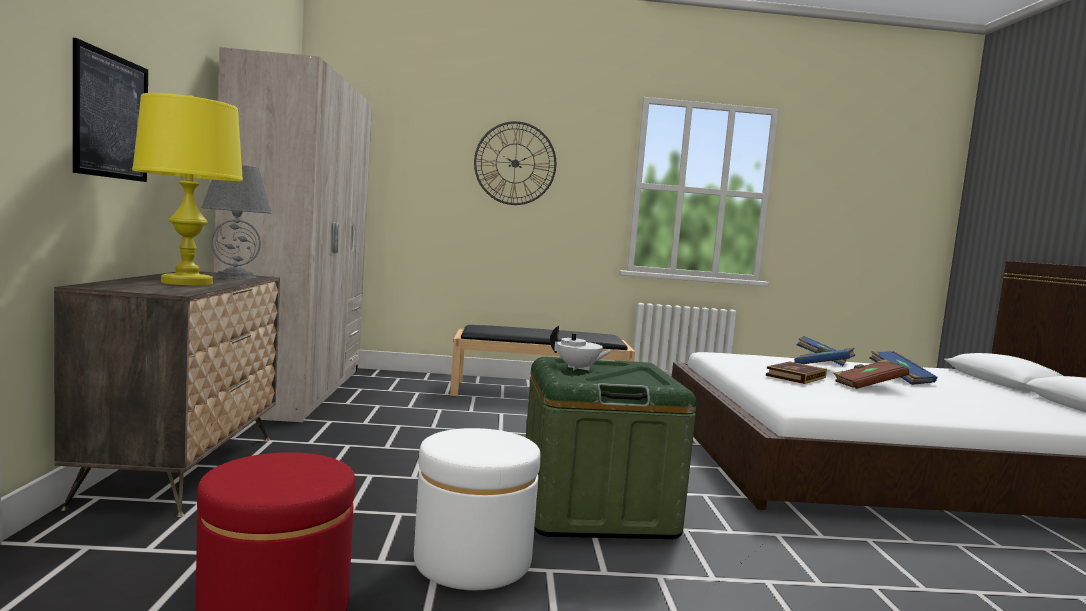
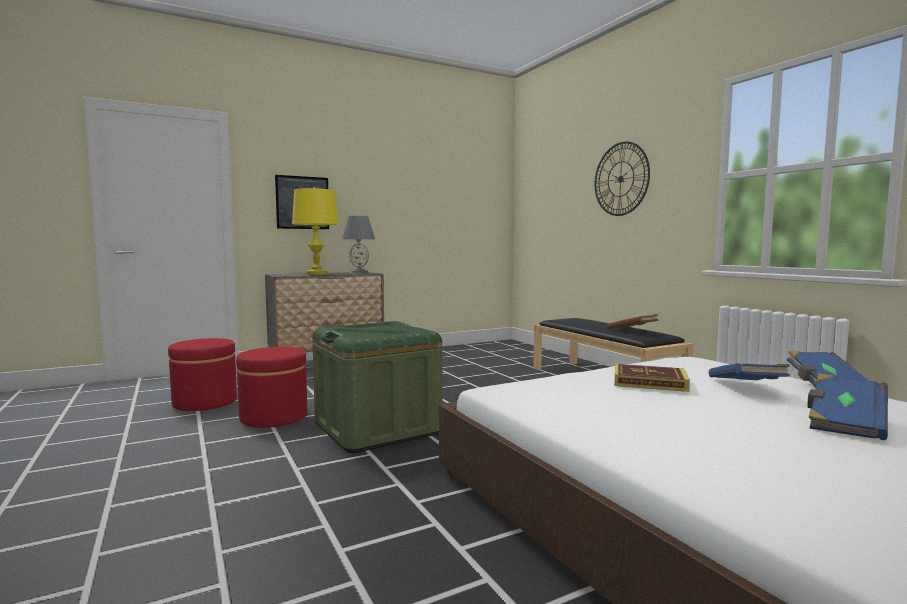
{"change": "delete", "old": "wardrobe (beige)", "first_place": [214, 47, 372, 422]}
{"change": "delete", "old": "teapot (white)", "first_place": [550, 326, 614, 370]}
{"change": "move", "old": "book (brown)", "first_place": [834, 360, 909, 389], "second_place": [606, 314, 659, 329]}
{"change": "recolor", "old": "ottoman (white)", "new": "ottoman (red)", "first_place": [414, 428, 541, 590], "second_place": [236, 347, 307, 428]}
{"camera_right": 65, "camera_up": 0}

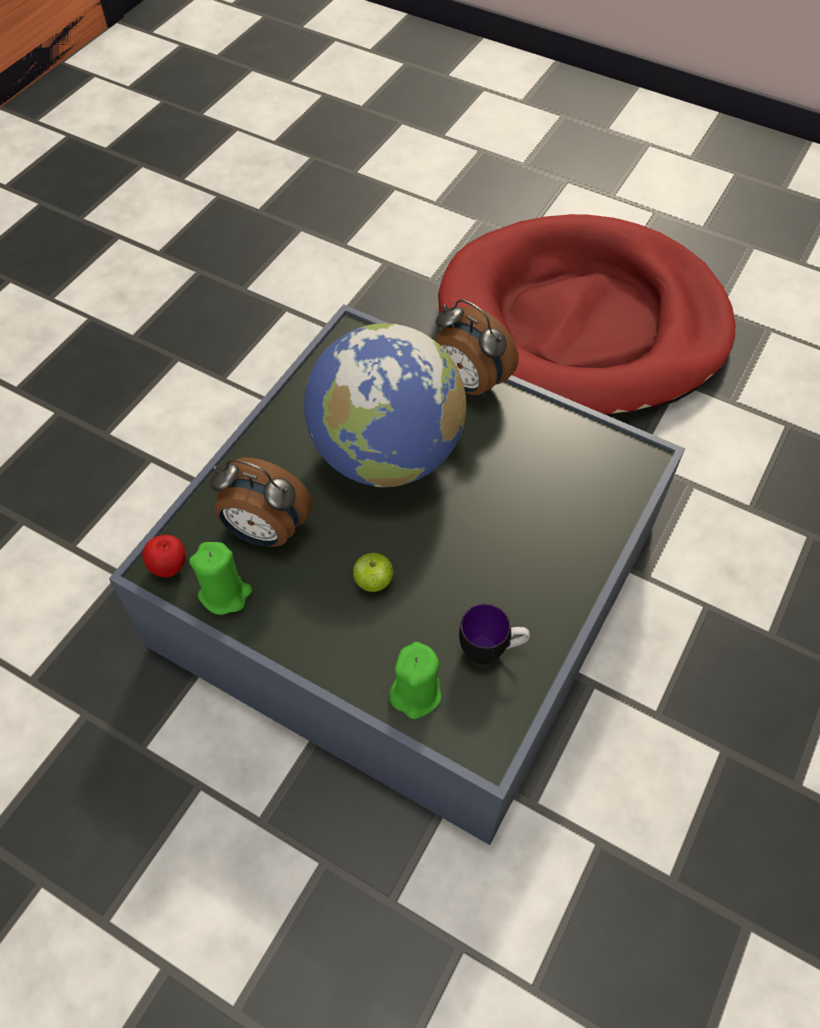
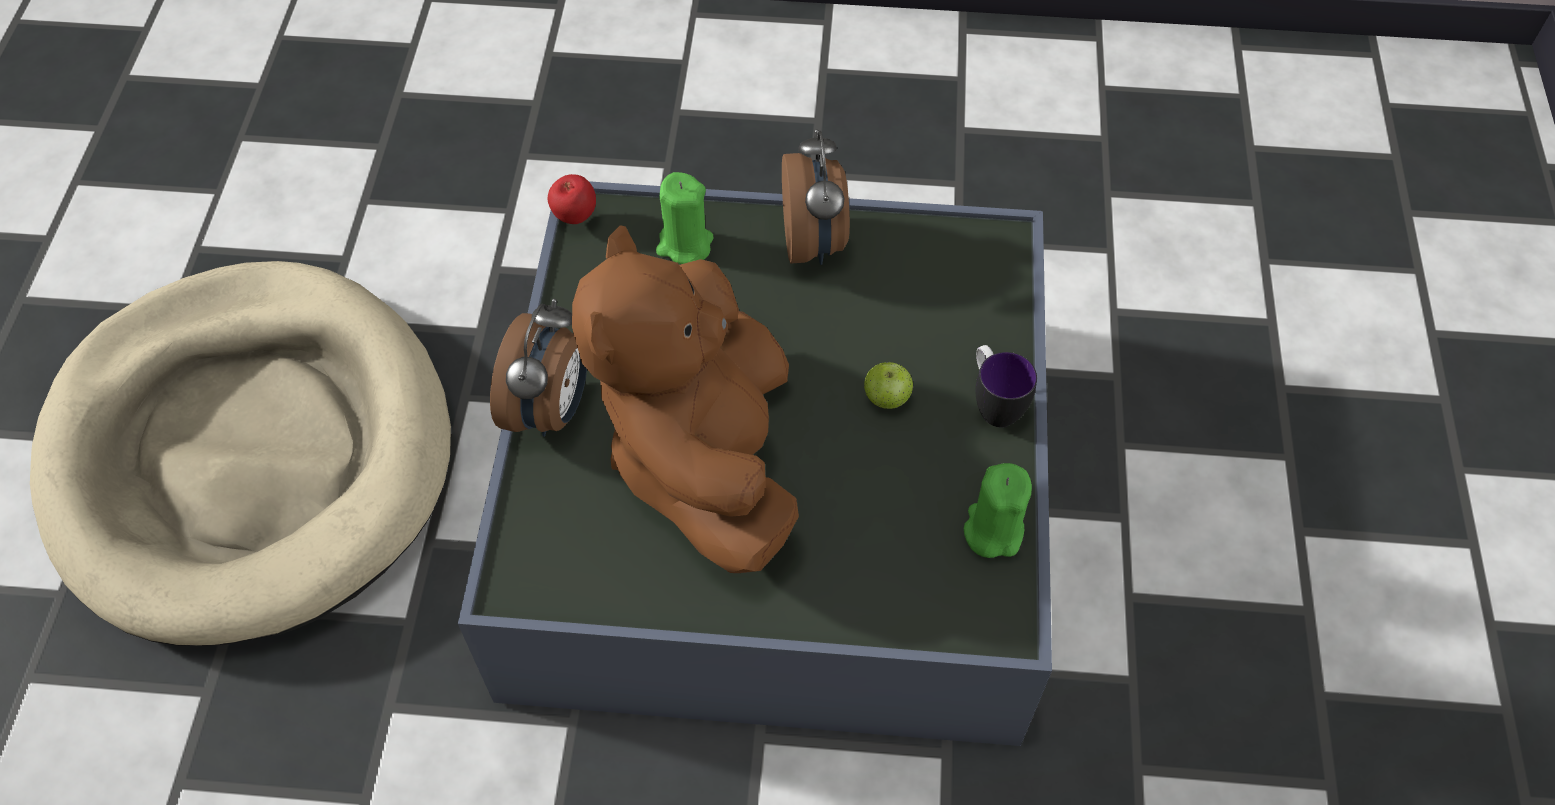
{"change": "move", "old": "apple", "first_place": [142, 535, 186, 577], "second_place": [548, 174, 596, 224]}
{"change": "move", "old": "alarm clock", "first_place": [210, 458, 313, 547], "second_place": [782, 129, 850, 265]}
{"change": "move", "old": "candle (green)", "first_place": [389, 642, 441, 719], "second_place": [656, 172, 714, 264]}
{"change": "move", "old": "mug", "first_place": [459, 604, 530, 665], "second_place": [975, 345, 1037, 427]}
{"change": "replace", "old": "globe", "new": "plush toy (brown)", "first_place": [304, 323, 466, 487], "second_place": [572, 225, 799, 573]}
{"change": "recolor", "old": "dog bed (red)", "new": "dog bed (beige)", "first_place": [438, 214, 735, 417], "second_place": [30, 261, 451, 646]}
{"camera_right": -115, "camera_up": 0}

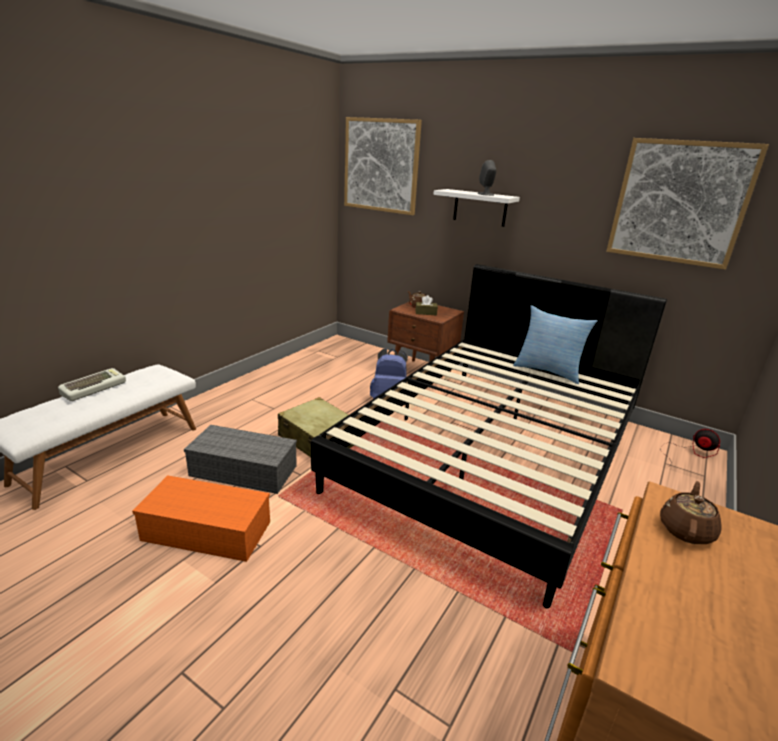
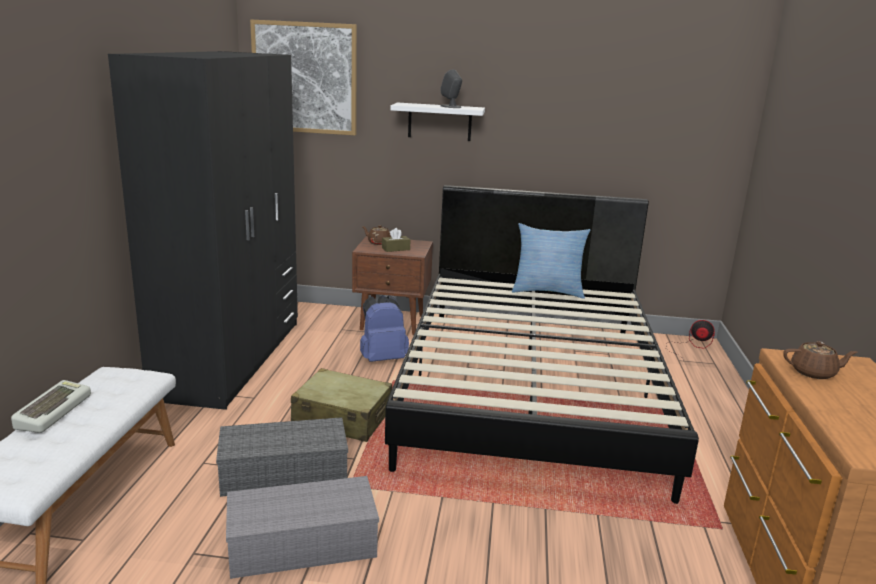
{"change": "delete", "old": "picture", "first_place": [606, 138, 769, 270]}
{"change": "insert", "new": "wardrobe (black)", "second_place": [108, 51, 298, 410]}
{"change": "recolor", "old": "storage box (orange)", "new": "storage box (grey)", "first_place": [132, 475, 270, 562], "second_place": [226, 476, 379, 579]}
{"change": "rotate", "old": "teapot (brown)", "first_place": [660, 481, 722, 544], "second_place": [783, 341, 858, 379], "degrees": 90}
{"camera_right": -25, "camera_up": -5}

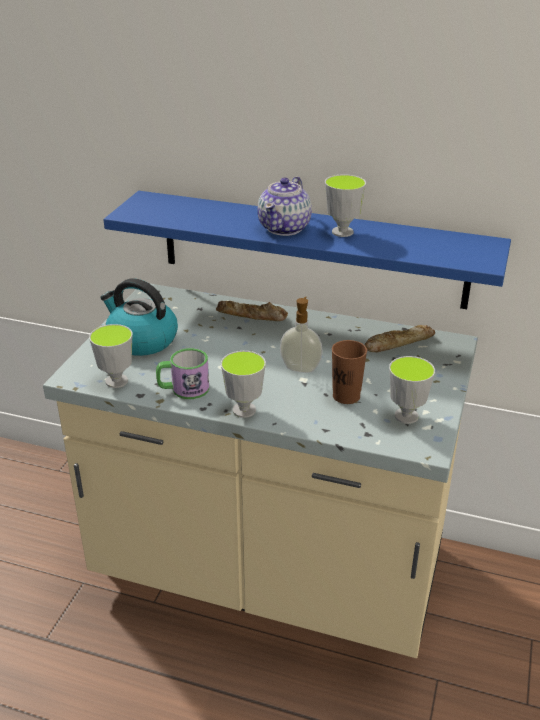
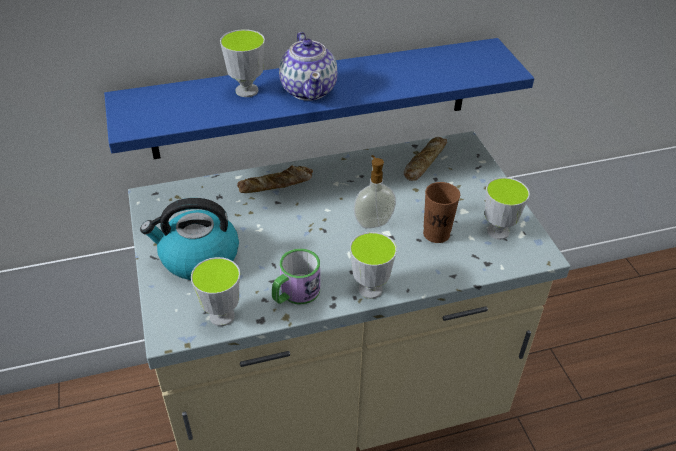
{"change": "move", "old": "cup", "first_place": [325, 174, 366, 237], "second_place": [220, 29, 265, 97]}
{"camera_right": -35, "camera_up": 10}

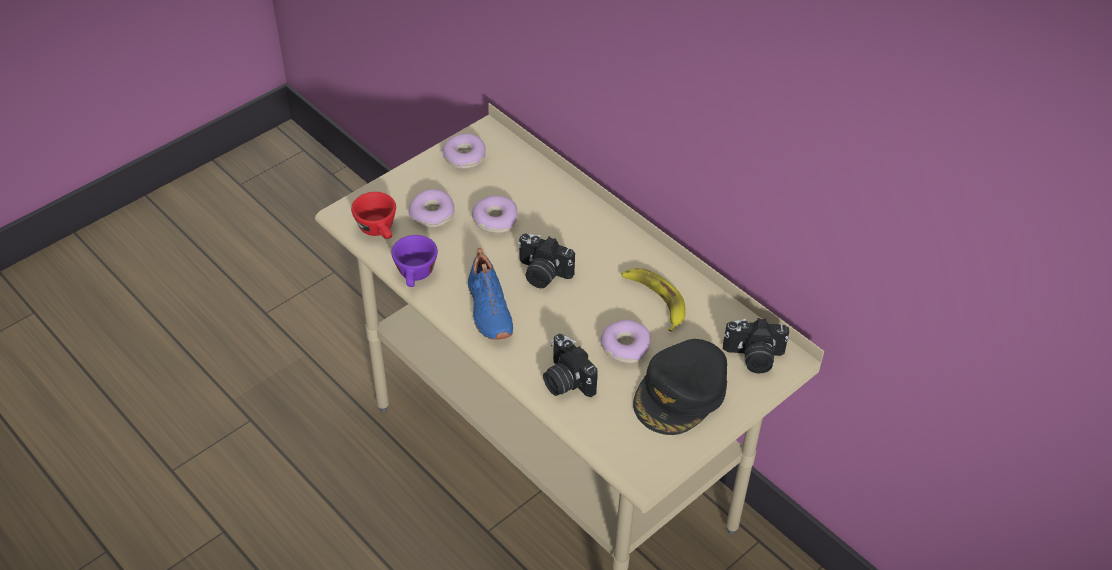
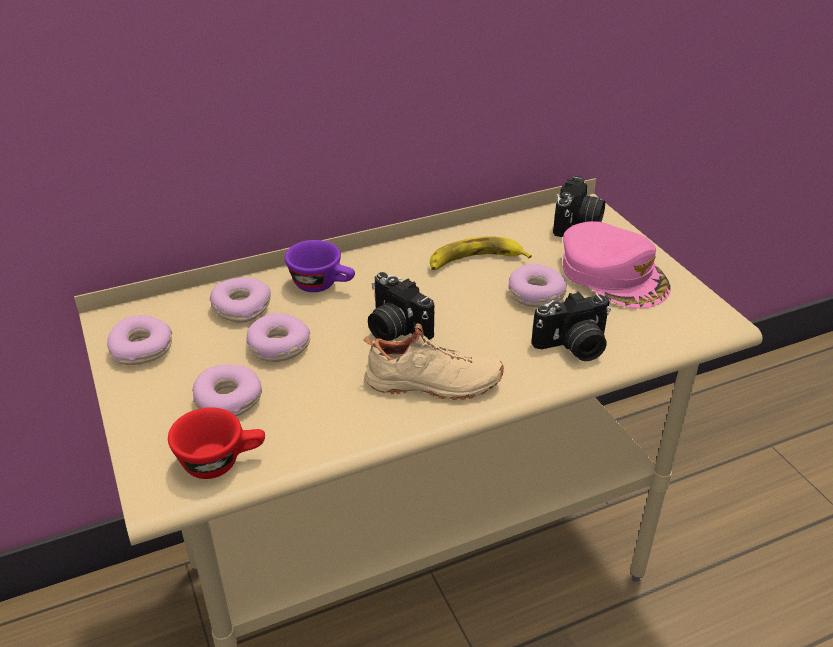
{"change": "insert", "new": "donut", "second_place": [210, 277, 271, 322]}
{"change": "move", "old": "cup (purple)", "first_place": [391, 235, 438, 287], "second_place": [285, 240, 355, 292]}
{"change": "recolor", "old": "shoe (blue)", "new": "shoe (beige)", "first_place": [468, 248, 513, 340], "second_place": [363, 324, 504, 400]}
{"change": "recolor", "old": "cap (black)", "new": "cap (pink)", "first_place": [633, 339, 727, 435], "second_place": [563, 221, 671, 309]}
{"change": "rotate", "old": "photo camera", "first_place": [517, 233, 575, 288], "second_place": [368, 272, 434, 341], "degrees": 90}
{"camera_right": -70, "camera_up": -10}

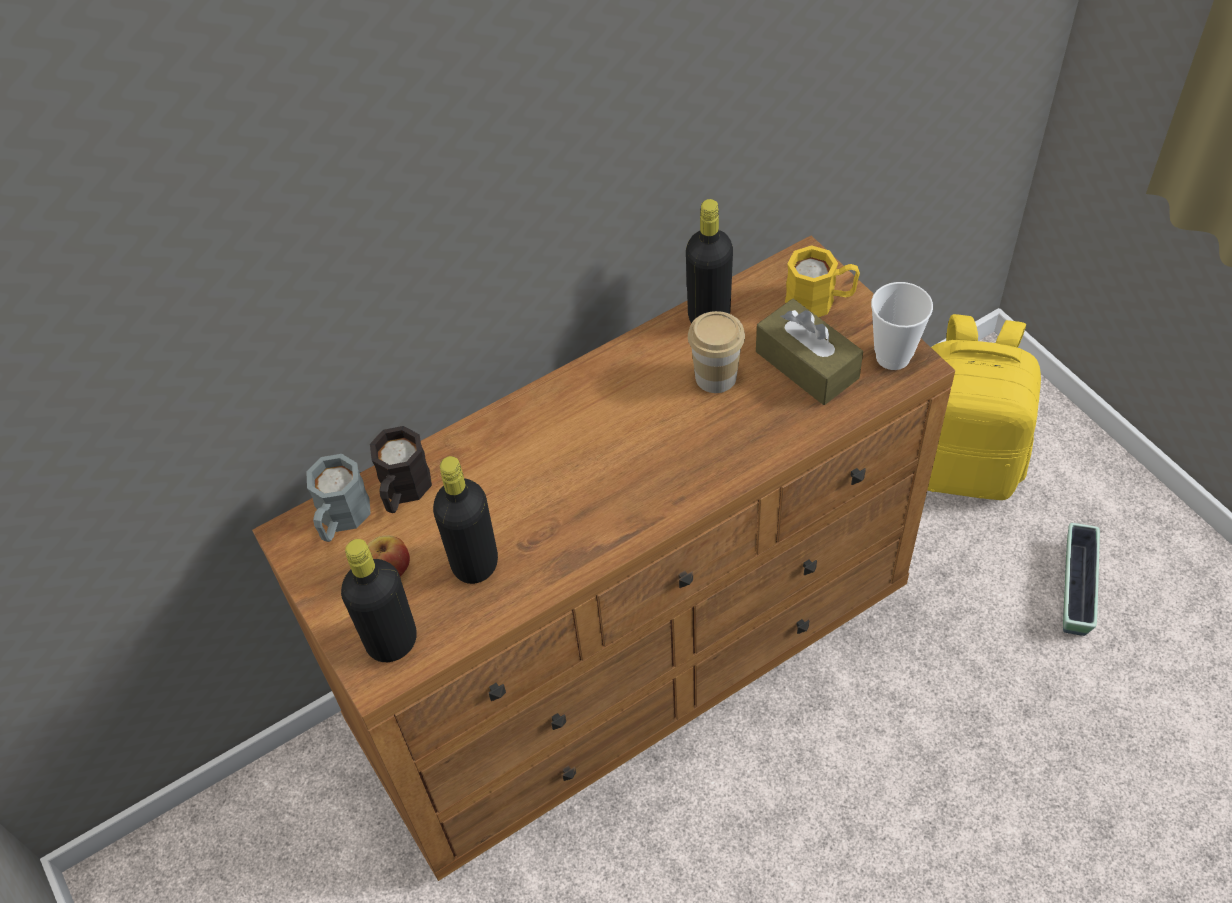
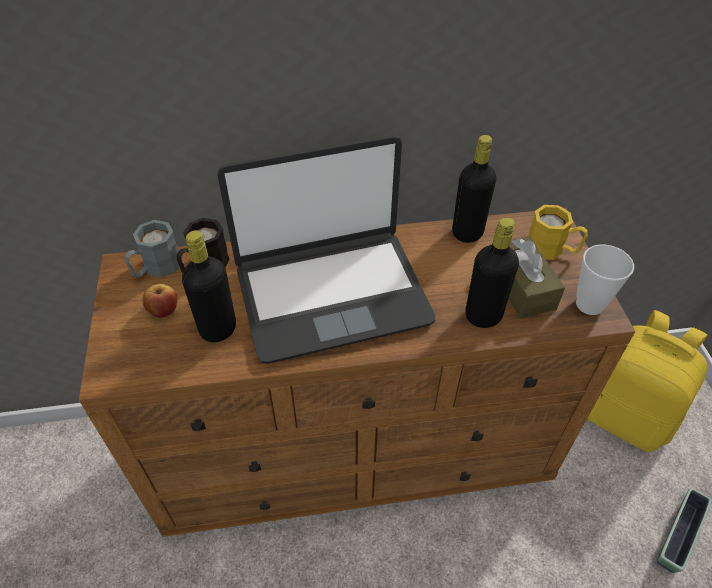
{"change": "delete", "old": "cup", "first_place": [688, 311, 745, 393]}
{"change": "insert", "new": "laptop", "second_place": [217, 136, 435, 364]}
{"change": "move", "old": "bottle (black)", "first_place": [341, 539, 417, 662], "second_place": [465, 218, 519, 328]}
{"camera_right": 20, "camera_up": -5}

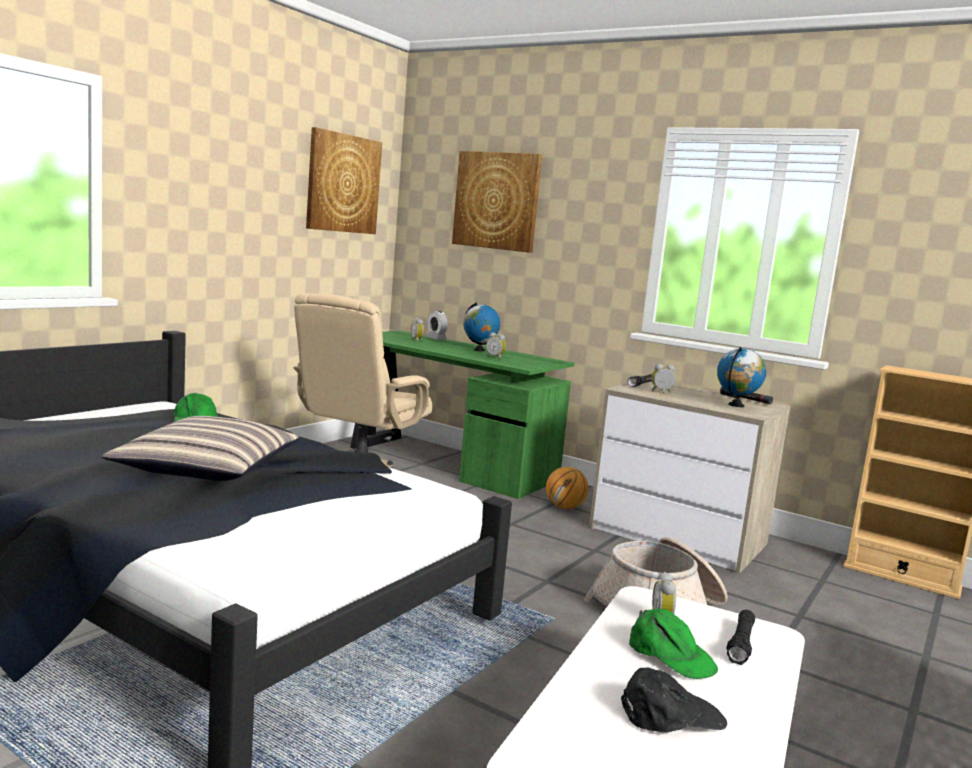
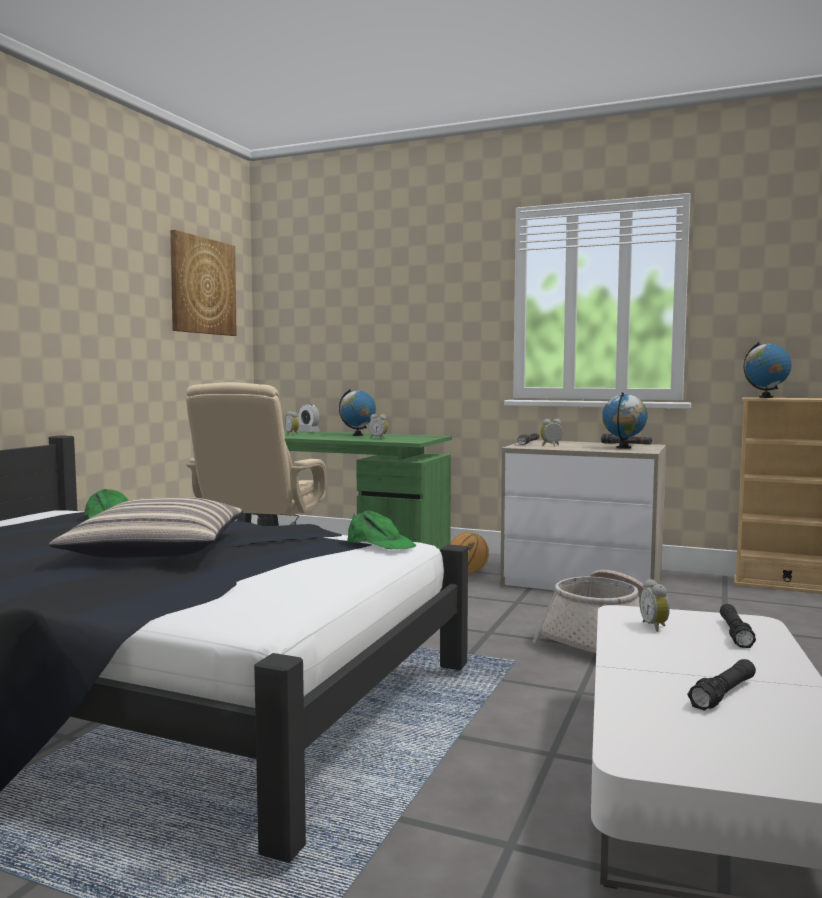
{"change": "delete", "old": "picture", "first_place": [452, 151, 542, 253]}
{"change": "insert", "new": "globe", "second_place": [744, 342, 792, 398]}
{"change": "move", "old": "cap (green)", "first_place": [629, 609, 718, 679], "second_place": [347, 510, 416, 549]}
{"change": "replace", "old": "cap (black)", "new": "flashlight (black)", "first_place": [621, 668, 727, 733], "second_place": [687, 659, 756, 711]}
{"camera_right": -10, "camera_up": -5}

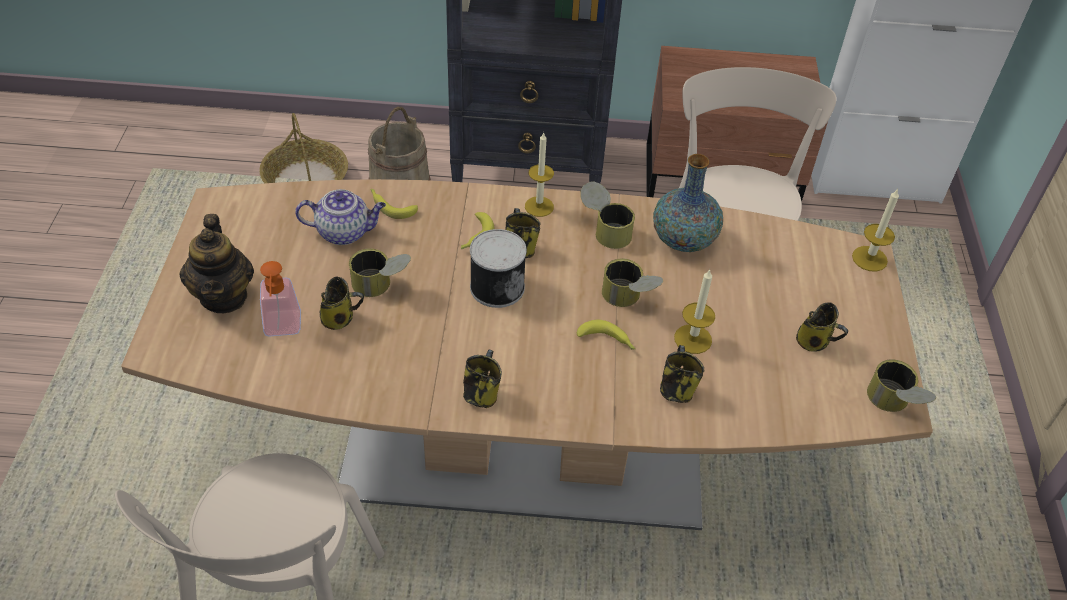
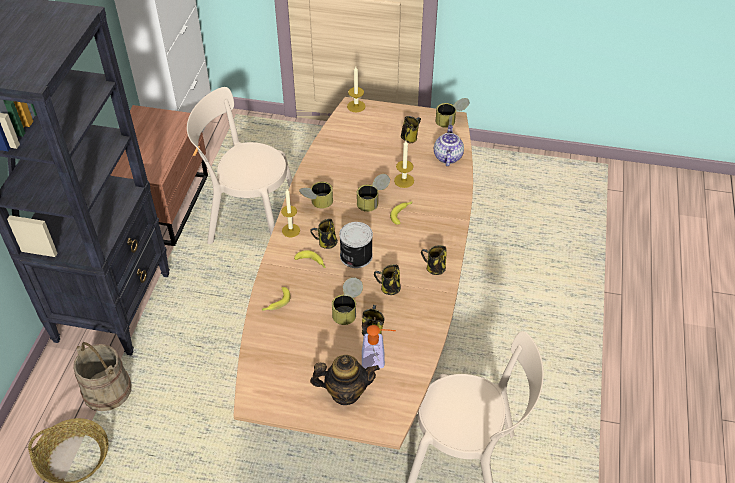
{"change": "delete", "old": "vase", "first_place": [653, 154, 723, 252]}
{"change": "move", "old": "teapot", "first_place": [295, 189, 386, 245], "second_place": [434, 125, 464, 166]}
{"change": "move", "old": "mug", "first_place": [660, 345, 705, 403], "second_place": [374, 264, 401, 295]}
{"camera_right": -80, "camera_up": 0}

